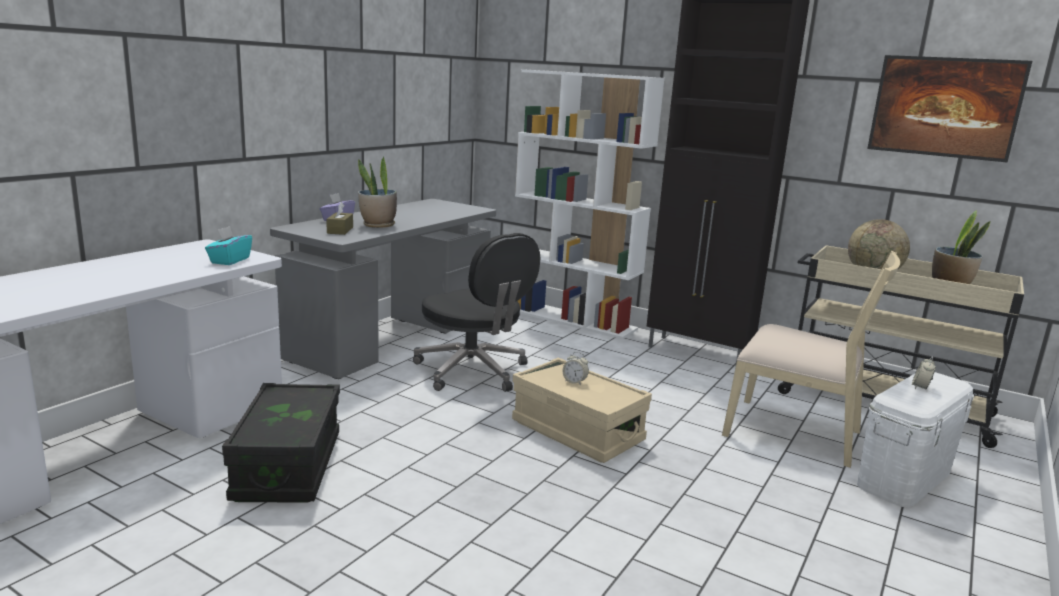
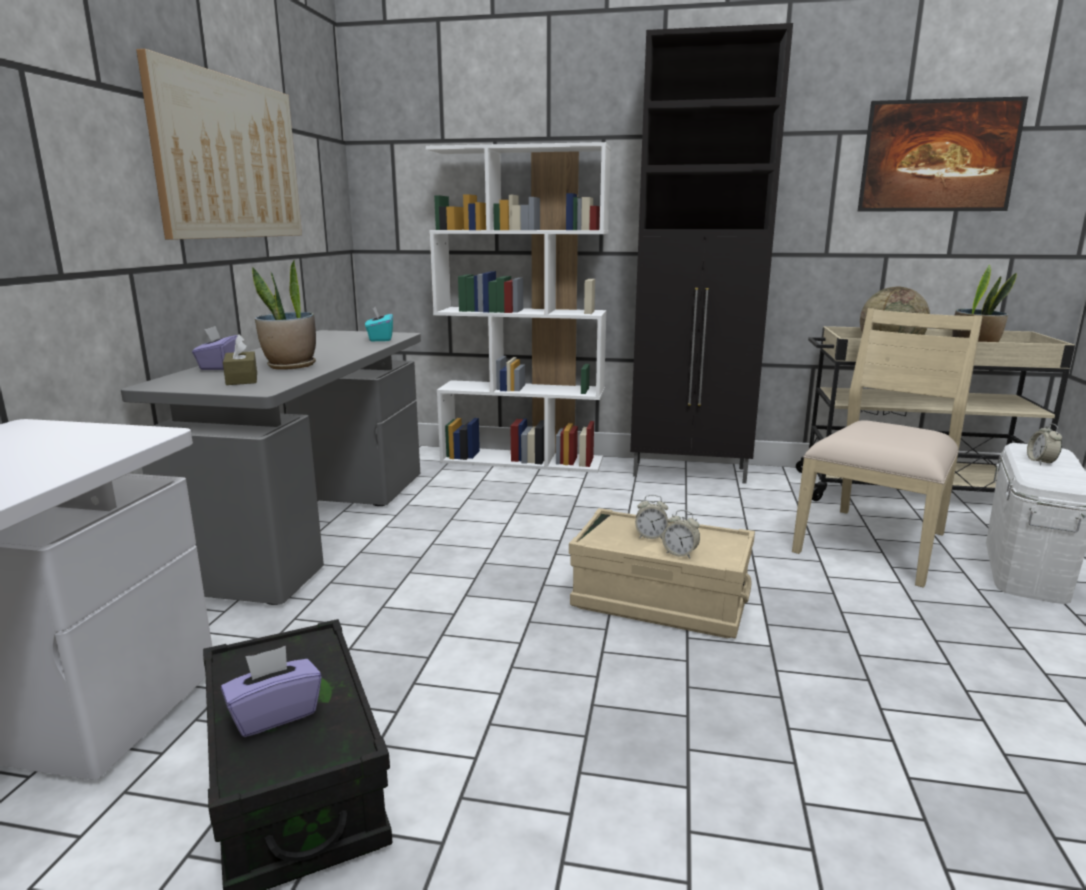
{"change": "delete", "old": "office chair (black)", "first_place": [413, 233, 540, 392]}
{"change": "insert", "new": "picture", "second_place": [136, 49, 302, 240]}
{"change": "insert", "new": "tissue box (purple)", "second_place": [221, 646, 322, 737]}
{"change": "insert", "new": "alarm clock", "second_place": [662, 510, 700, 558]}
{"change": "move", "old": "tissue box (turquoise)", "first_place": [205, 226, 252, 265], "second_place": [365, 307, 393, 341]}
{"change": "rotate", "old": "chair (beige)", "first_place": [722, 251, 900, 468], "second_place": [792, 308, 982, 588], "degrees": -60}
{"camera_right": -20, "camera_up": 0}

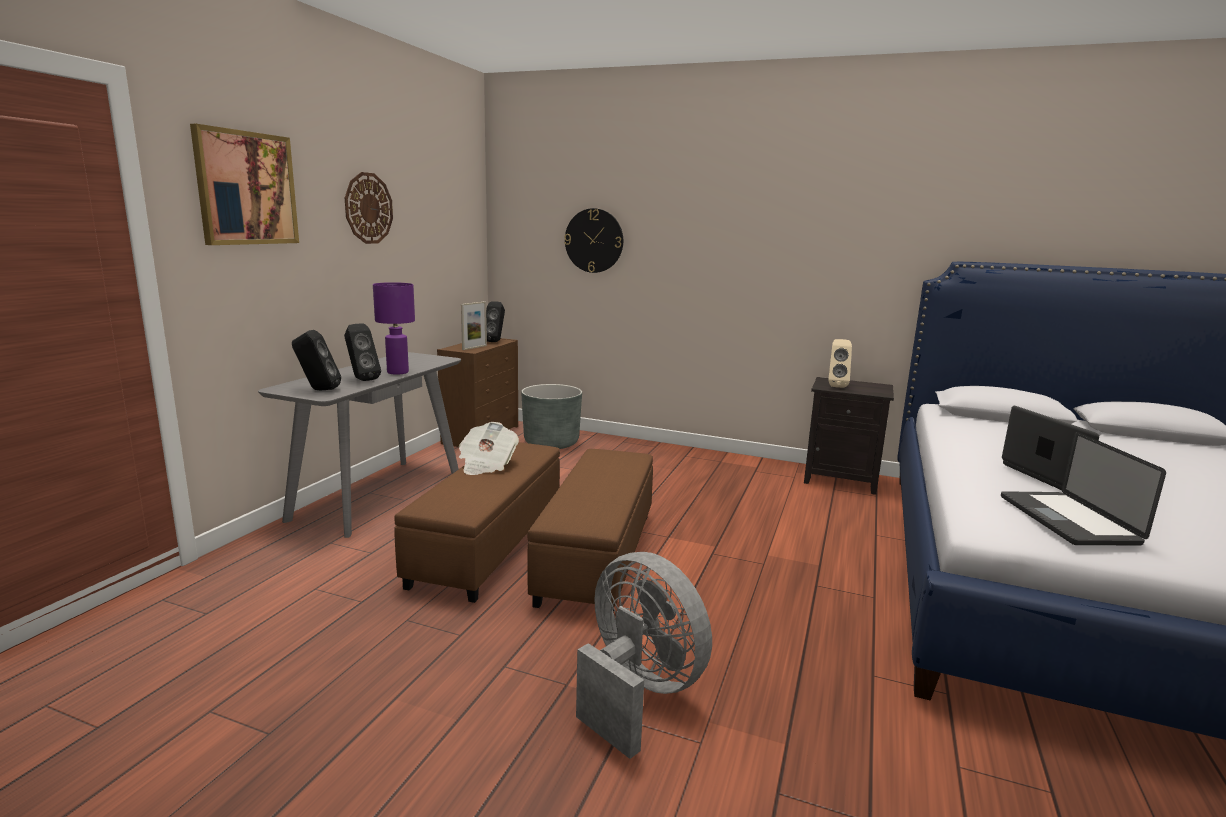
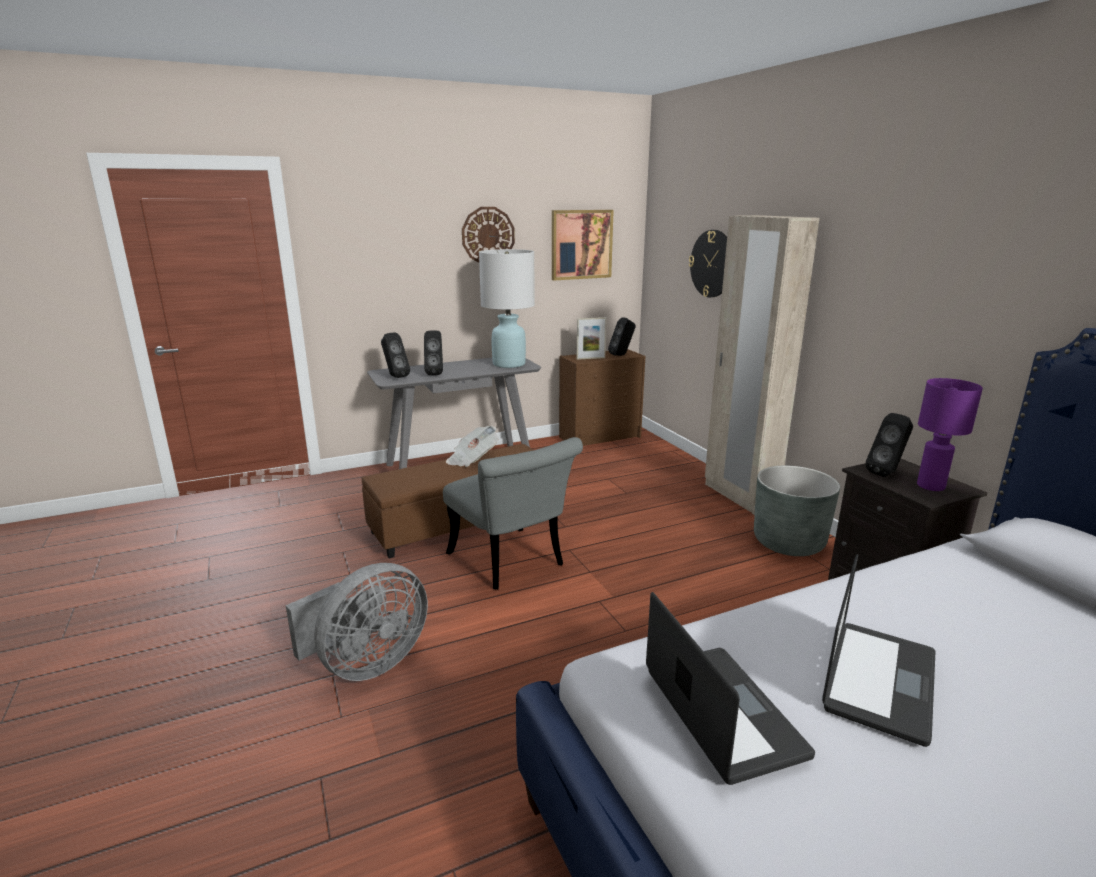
{"change": "insert", "new": "table lamp (white)", "second_place": [479, 249, 535, 368]}
{"change": "insert", "new": "wardrobe (beige)", "second_place": [705, 215, 819, 515]}
{"change": "move", "old": "picture", "first_place": [190, 124, 299, 245], "second_place": [552, 210, 614, 280]}
{"change": "move", "old": "table lamp (purple)", "first_place": [373, 282, 415, 375], "second_place": [917, 378, 983, 491]}
{"change": "move", "old": "planter (grey)", "first_place": [521, 384, 582, 449], "second_place": [754, 466, 840, 556]}
{"change": "replace", "old": "ottoman (brown)", "new": "chair (grey)", "first_place": [528, 449, 653, 613], "second_place": [443, 437, 583, 589]}
{"change": "recolor", "old": "speaker (beige)", "new": "speaker (black)", "first_place": [829, 339, 852, 388], "second_place": [865, 413, 913, 477]}
{"change": "rotate", "old": "fan (grey)", "first_place": [576, 552, 712, 759], "second_place": [285, 563, 428, 681], "degrees": 45}
{"change": "rotate", "old": "laptop", "first_place": [1001, 432, 1166, 546], "second_place": [646, 592, 815, 785], "degrees": 120}
{"camera_right": 45, "camera_up": 5}

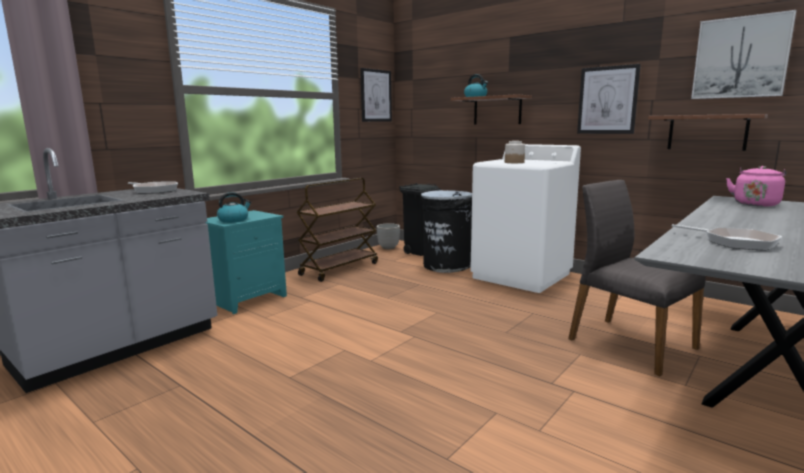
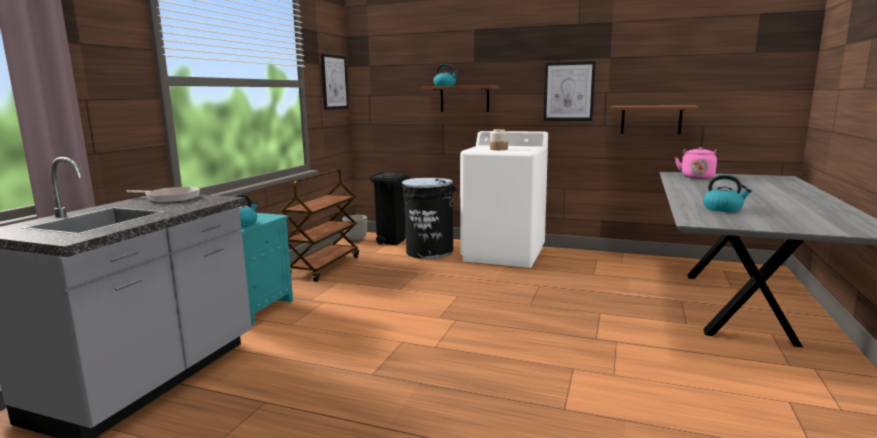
{"change": "delete", "old": "chair (grey)", "first_place": [568, 180, 706, 376]}
{"change": "delete", "old": "picture", "first_place": [691, 10, 797, 99]}
{"change": "replace", "old": "frying pan", "new": "kettle", "first_place": [671, 224, 782, 251], "second_place": [703, 175, 752, 212]}
{"camera_right": -20, "camera_up": 0}

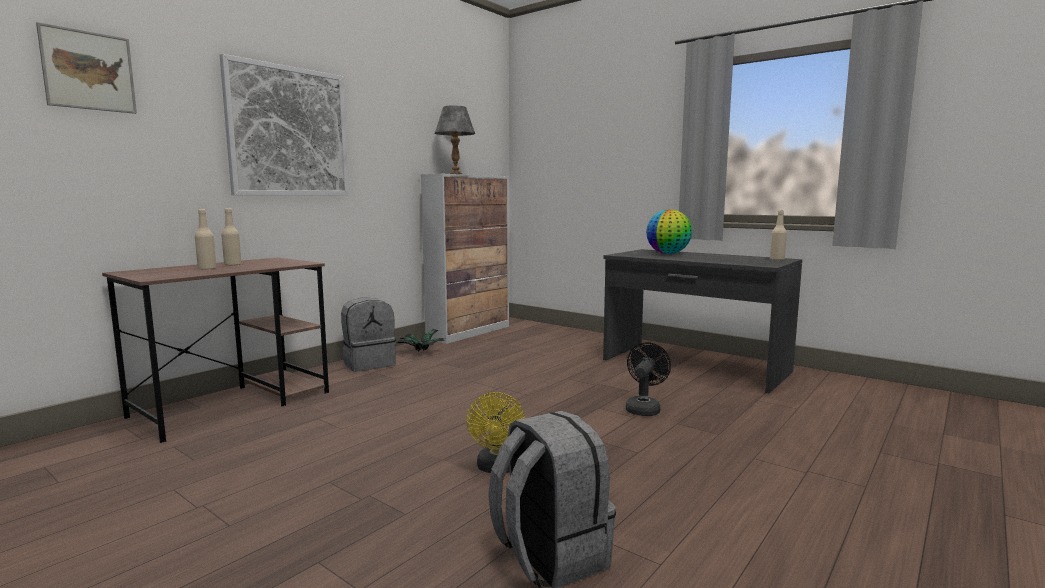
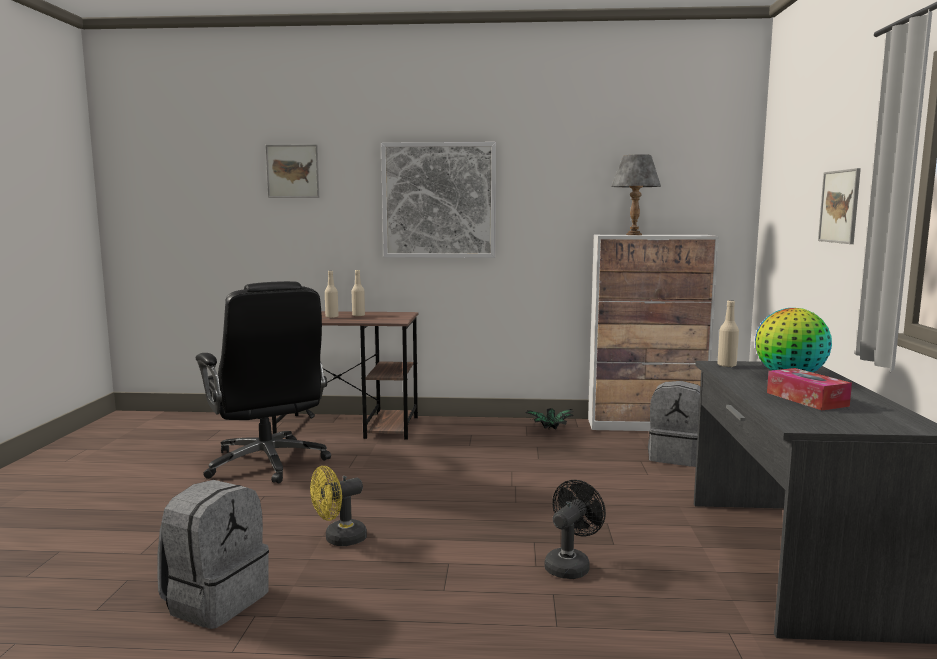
{"change": "insert", "new": "office chair (black)", "second_place": [196, 281, 331, 483]}
{"change": "insert", "new": "tissue box", "second_place": [767, 368, 852, 410]}
{"change": "insert", "new": "picture", "second_place": [818, 168, 861, 244]}
{"change": "move", "old": "backpack (grey)", "first_place": [341, 297, 396, 372], "second_place": [648, 381, 700, 467]}
{"change": "move", "old": "bottle (beige)", "first_place": [770, 210, 787, 260], "second_place": [717, 300, 739, 367]}
{"change": "rotate", "old": "fan (black)", "first_place": [626, 342, 671, 416], "second_place": [545, 480, 606, 579], "degrees": -45}
{"camera_right": 55, "camera_up": 0}

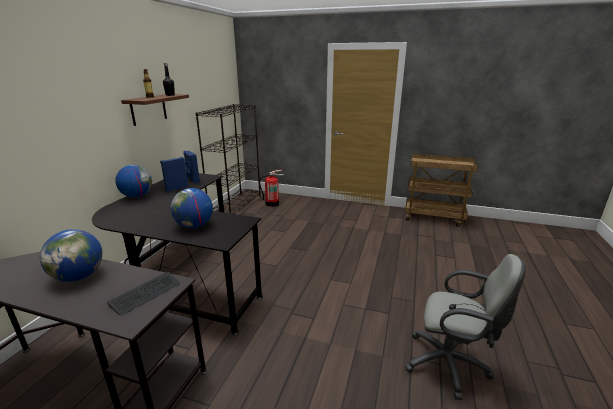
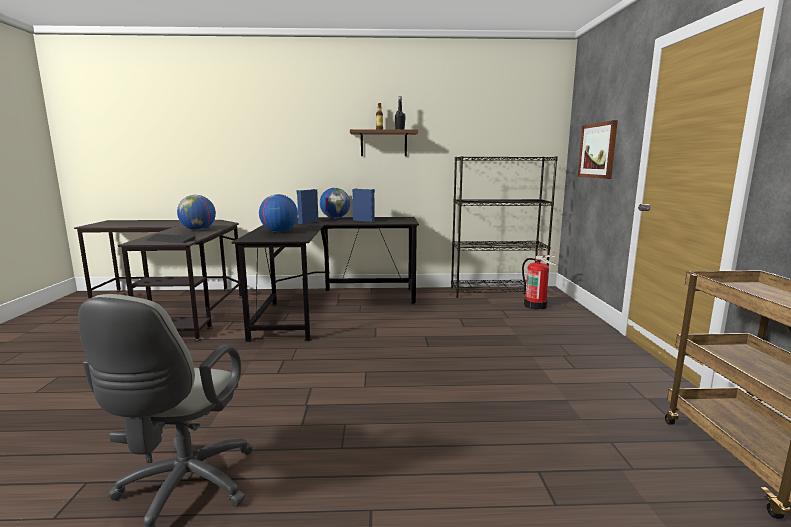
{"change": "insert", "new": "picture", "second_place": [578, 120, 618, 179]}
{"change": "move", "old": "speaker (blue)", "first_place": [183, 151, 200, 184], "second_place": [297, 189, 318, 224]}
{"camera_right": 70, "camera_up": -10}

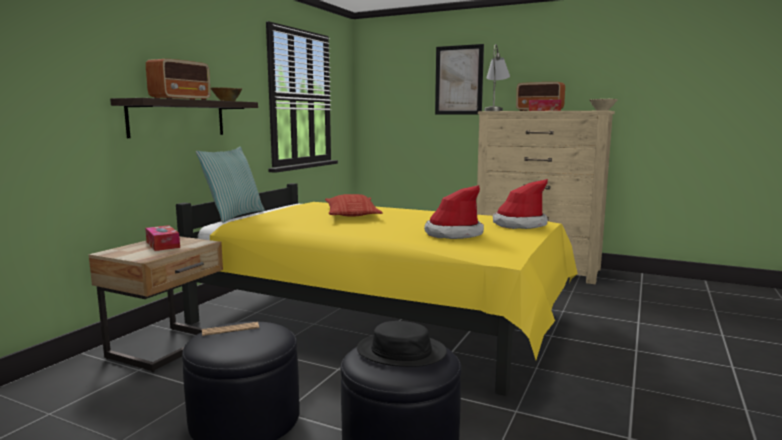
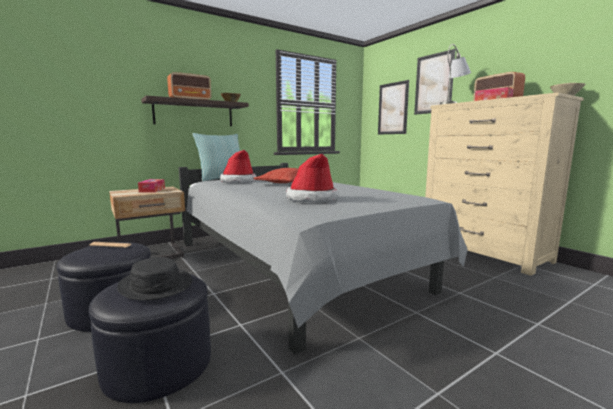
{"change": "insert", "new": "picture", "second_place": [378, 80, 409, 135]}
{"change": "move", "old": "hat", "first_place": [493, 179, 548, 229], "second_place": [220, 150, 256, 183]}
{"change": "recolor", "old": "bed (yellow)", "new": "bed (grey)", "first_place": [176, 183, 578, 396], "second_place": [179, 163, 468, 355]}
{"camera_right": 30, "camera_up": 0}

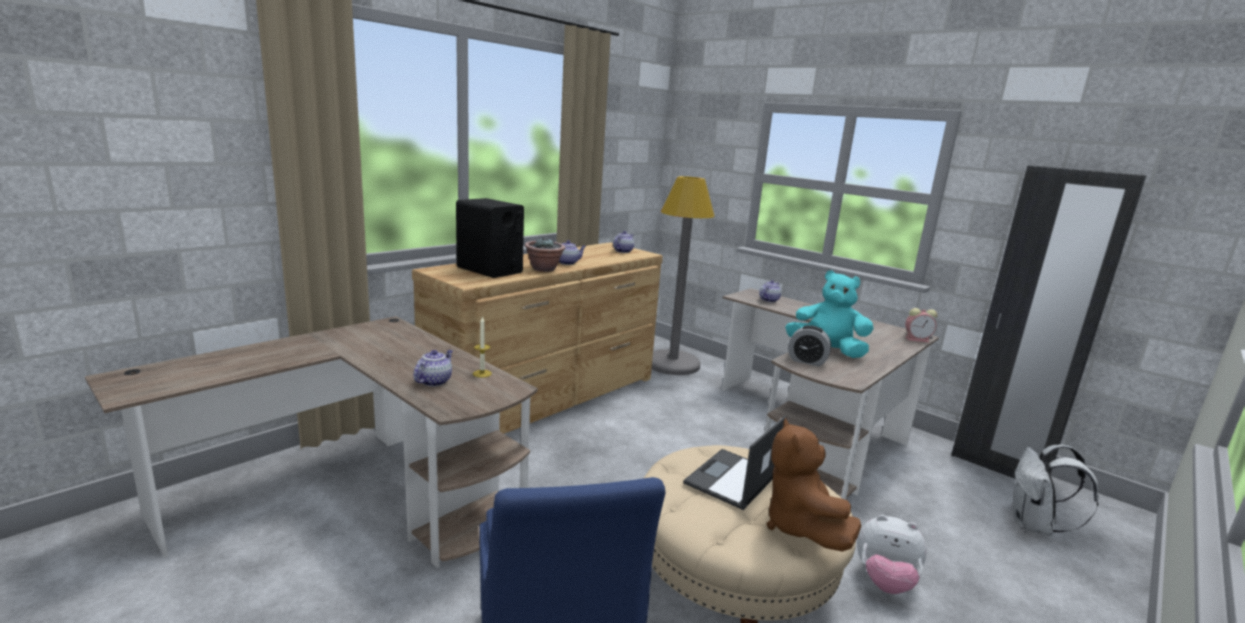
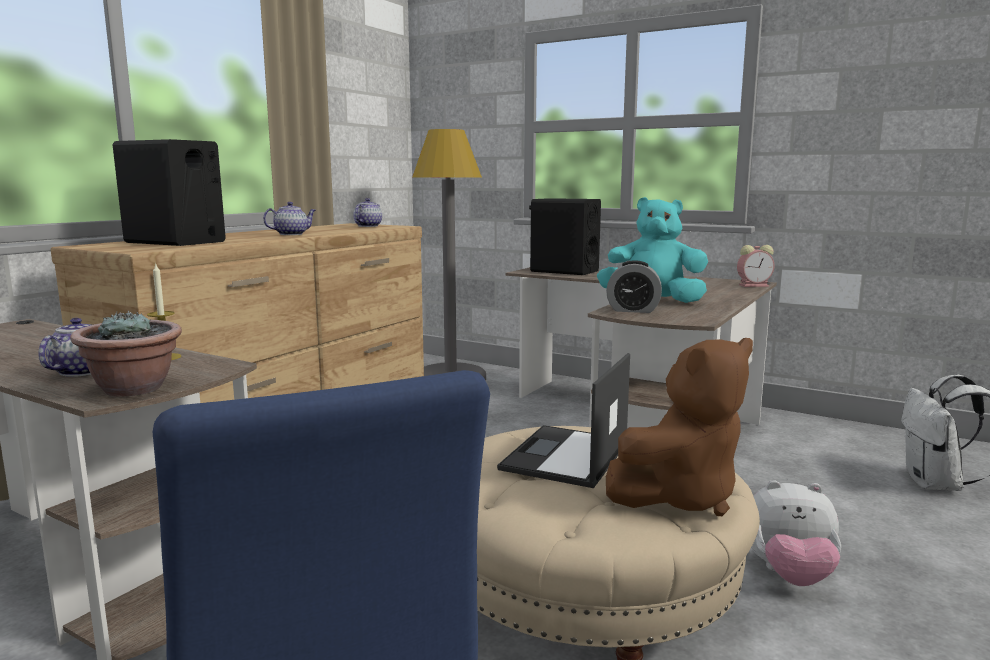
{"change": "delete", "old": "wardrobe (black)", "first_place": [951, 166, 1147, 479]}
{"change": "move", "old": "potted plant", "first_place": [525, 237, 565, 272], "second_place": [70, 310, 182, 396]}
{"change": "replace", "old": "teapot", "new": "speaker (black)", "first_place": [759, 280, 781, 302], "second_place": [529, 198, 601, 275]}
{"change": "rotate", "old": "plush toy (brown)", "first_place": [767, 418, 861, 551], "second_place": [606, 338, 753, 516], "degrees": -105}
{"camera_right": -10, "camera_up": -5}

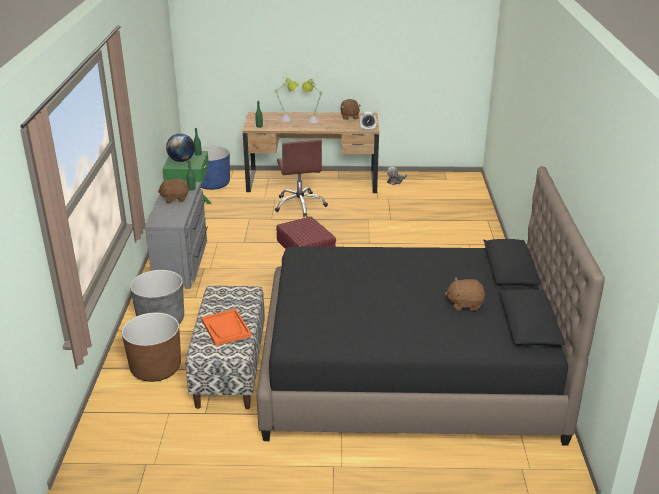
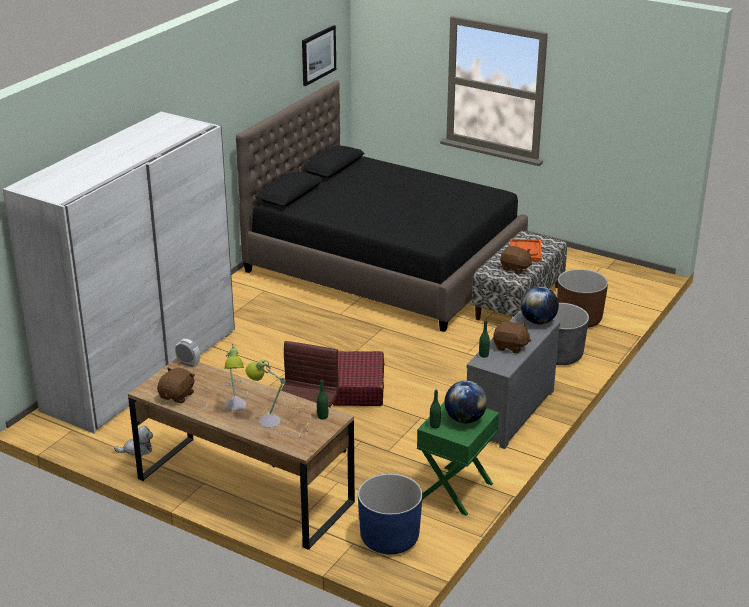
{"change": "insert", "new": "wardrobe (white)", "second_place": [3, 112, 235, 434]}
{"change": "insert", "new": "picture", "second_place": [302, 25, 336, 86]}
{"change": "insert", "new": "globe", "second_place": [521, 287, 559, 324]}
{"change": "move", "old": "plush toy (brown)", "first_place": [445, 277, 485, 311], "second_place": [500, 246, 532, 274]}
{"camera_right": -150, "camera_up": 0}

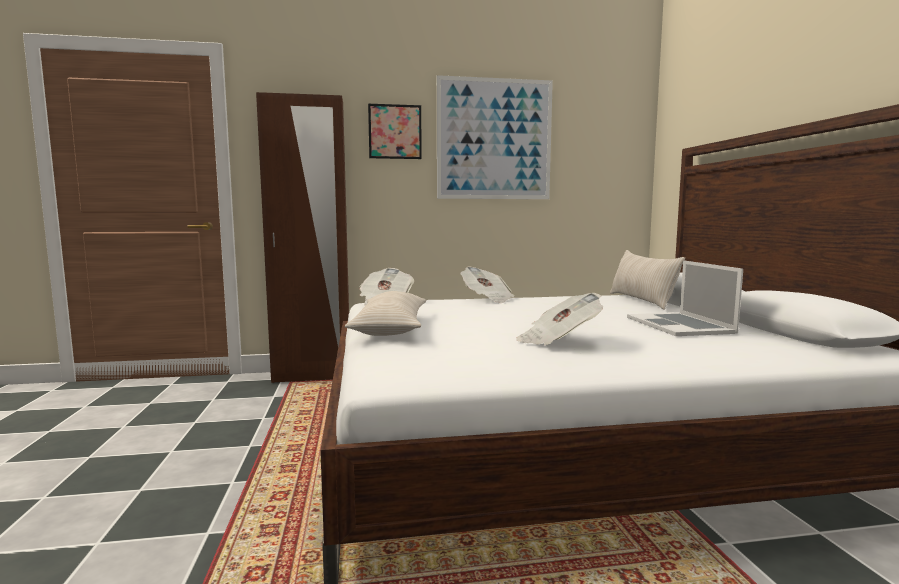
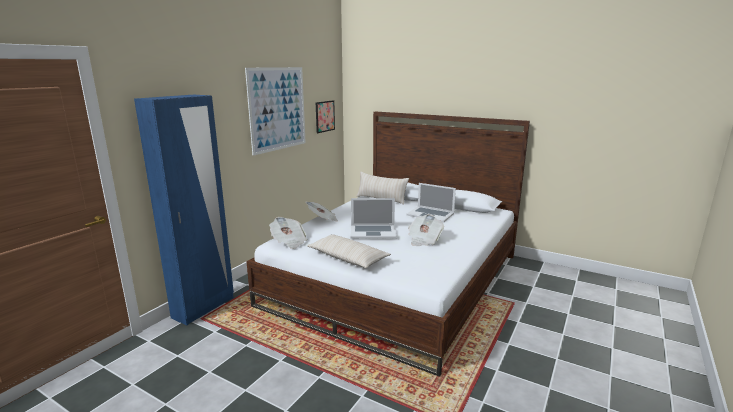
{"change": "insert", "new": "laptop", "second_place": [350, 198, 397, 238]}
{"change": "move", "old": "picture", "first_place": [368, 104, 422, 159], "second_place": [316, 100, 335, 133]}
{"change": "recolor", "old": "wardrobe (brown)", "new": "wardrobe (blue)", "first_place": [256, 92, 349, 383], "second_place": [134, 95, 234, 325]}
{"camera_right": -50, "camera_up": 10}

